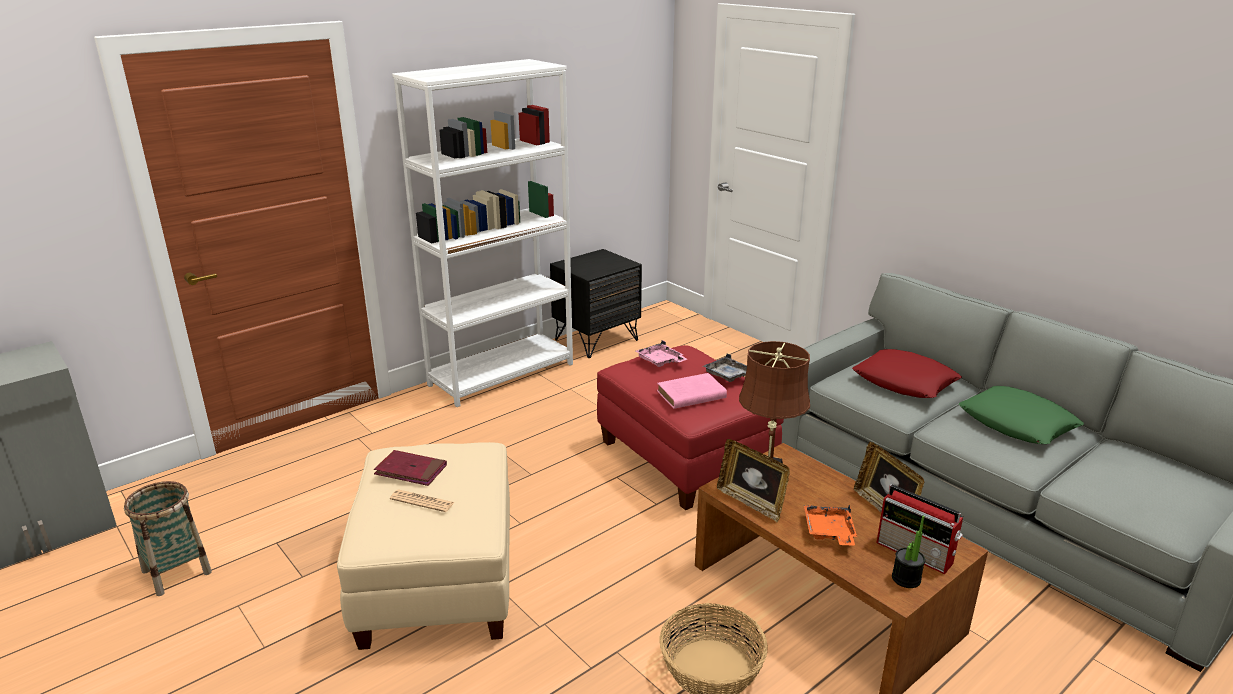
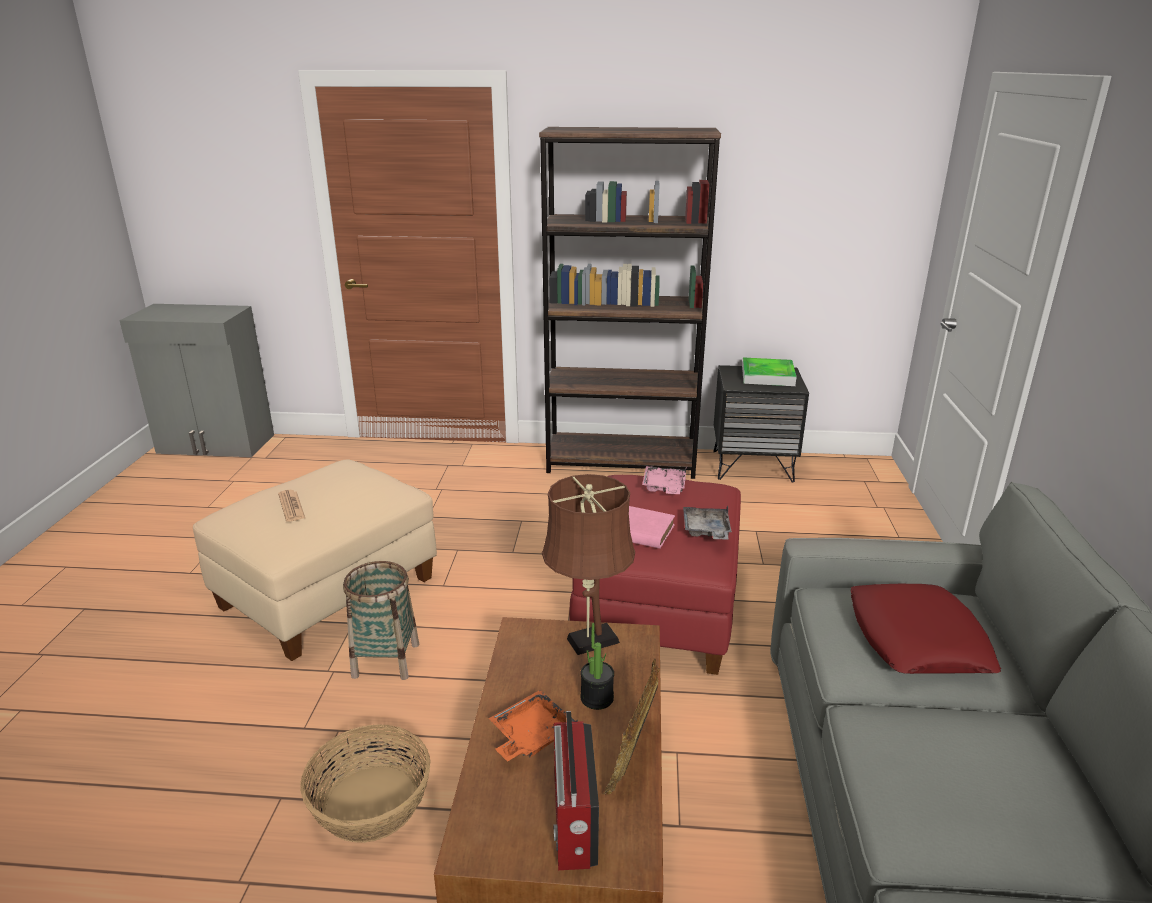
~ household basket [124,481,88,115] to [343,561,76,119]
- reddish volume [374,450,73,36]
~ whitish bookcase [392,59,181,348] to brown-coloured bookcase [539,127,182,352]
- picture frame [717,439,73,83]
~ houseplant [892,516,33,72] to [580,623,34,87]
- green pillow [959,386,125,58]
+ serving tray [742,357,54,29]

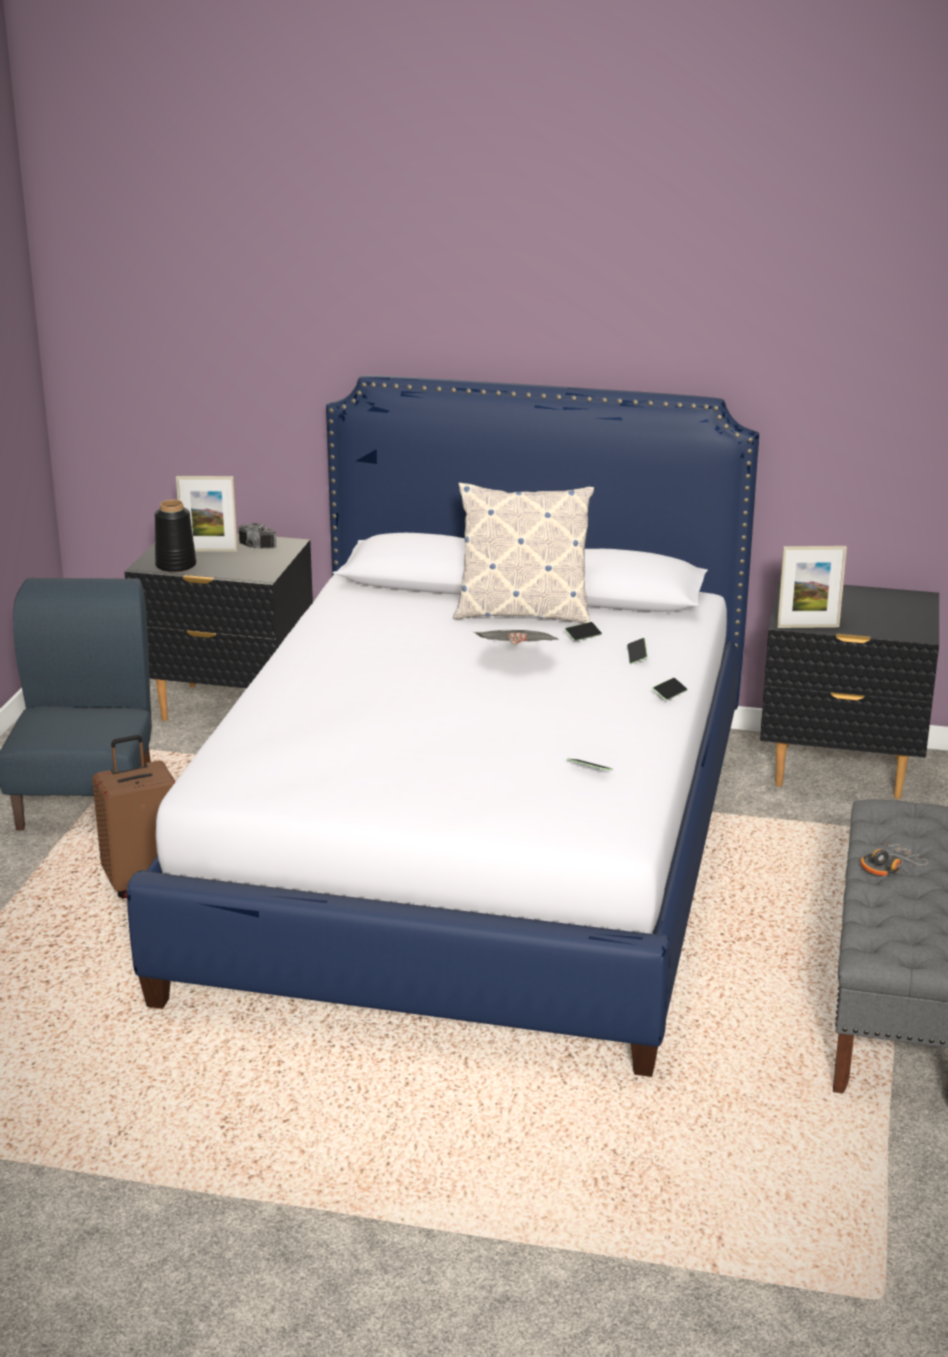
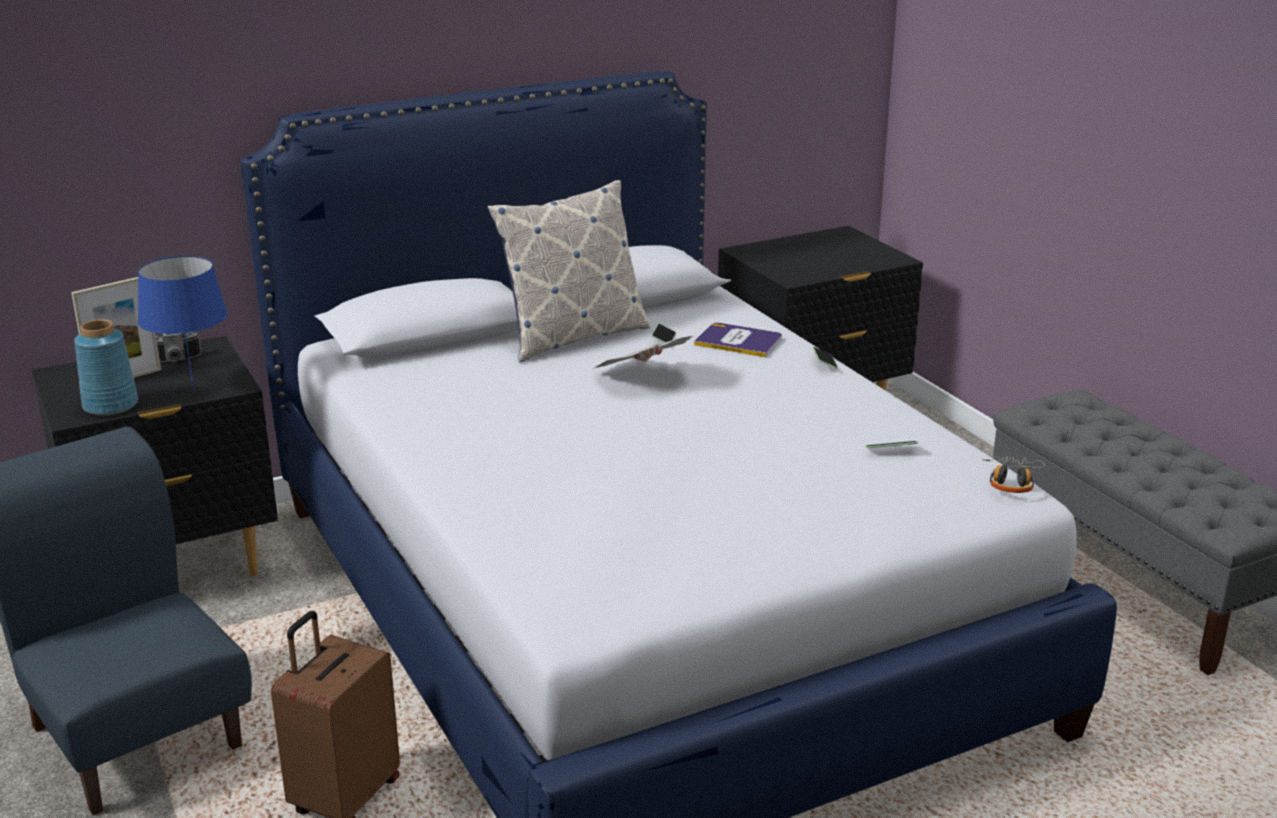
~ black flower vase [155,500,41,72] to blue-coloured flower vase [74,319,64,97]
~ handset [627,638,21,26] to volume [694,323,88,34]
- picture frame [777,546,70,82]
~ headphones [861,843,67,33] to [982,456,63,37]
+ blue-coloured table lamp [138,256,90,133]

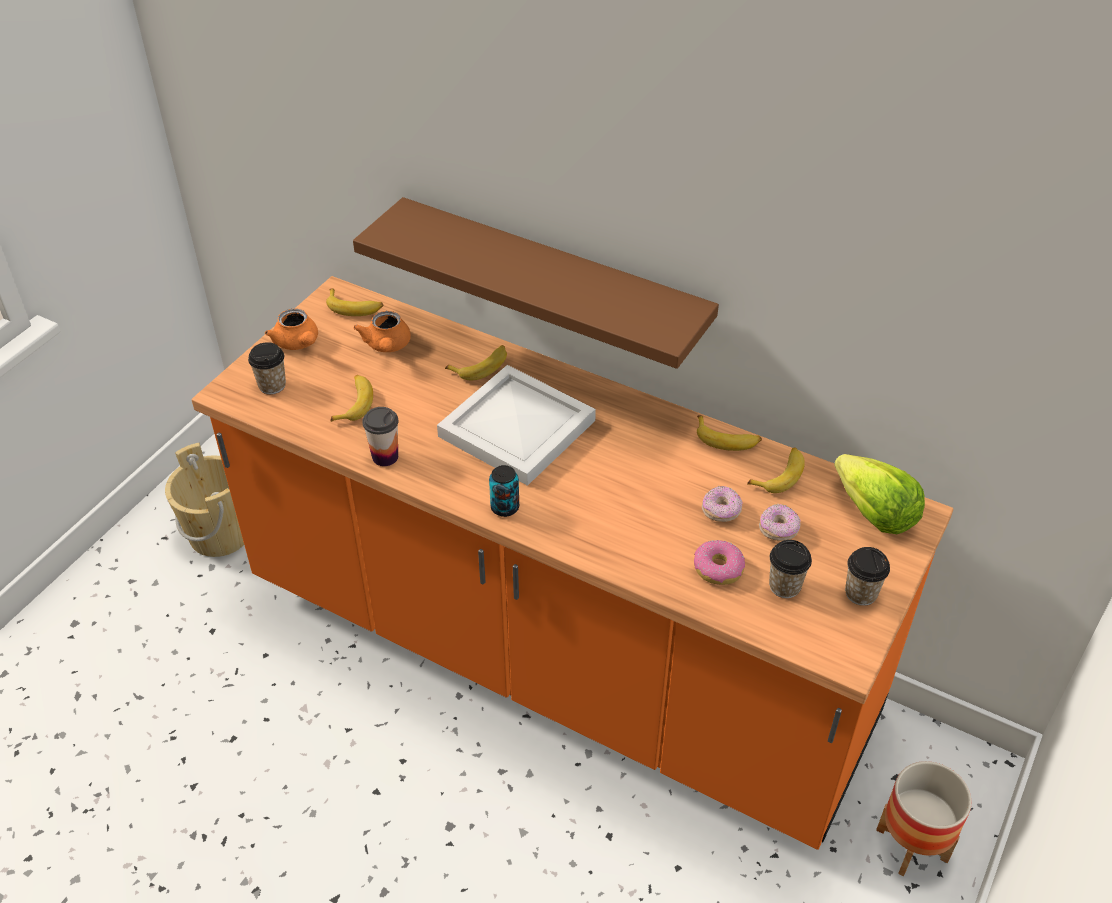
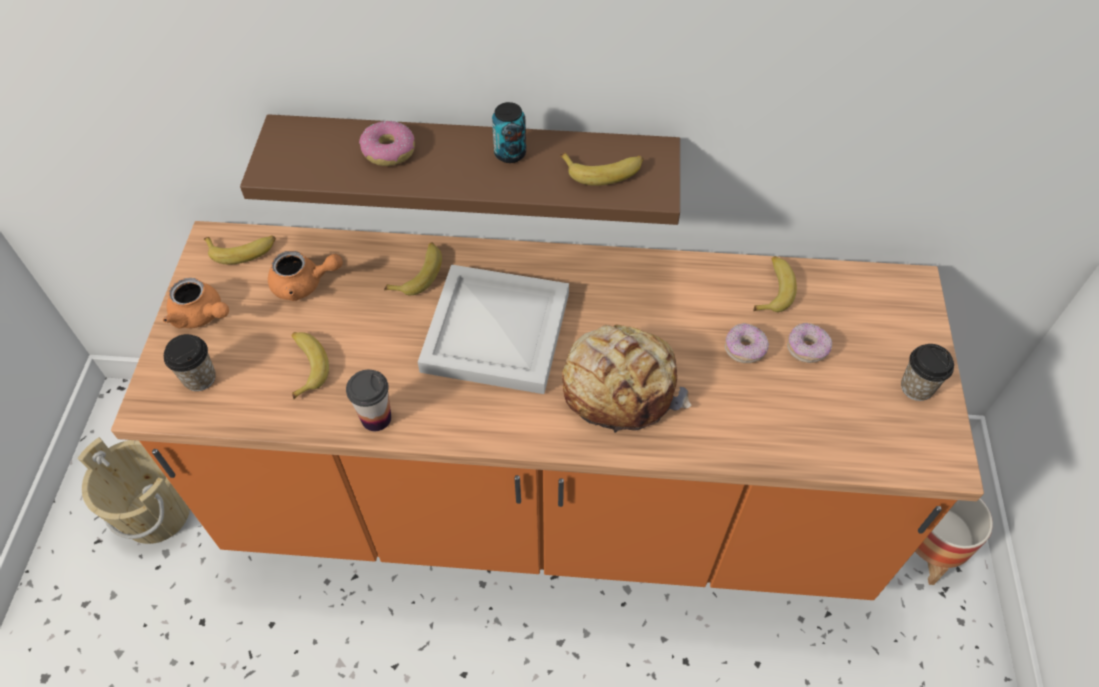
~ orangey teapot [353,311,58,41] = [268,251,75,50] 60 degrees counterclockwise
~ sealed can [489,465,30,52] to [492,102,34,61]
~ ring doughnut [694,540,51,45] to [359,121,56,45]
~ banana [697,415,65,36] to [560,153,84,33]
- small cup [769,540,43,58]
- head of lettuce [834,454,91,80]
+ bakery bread [562,324,129,109]

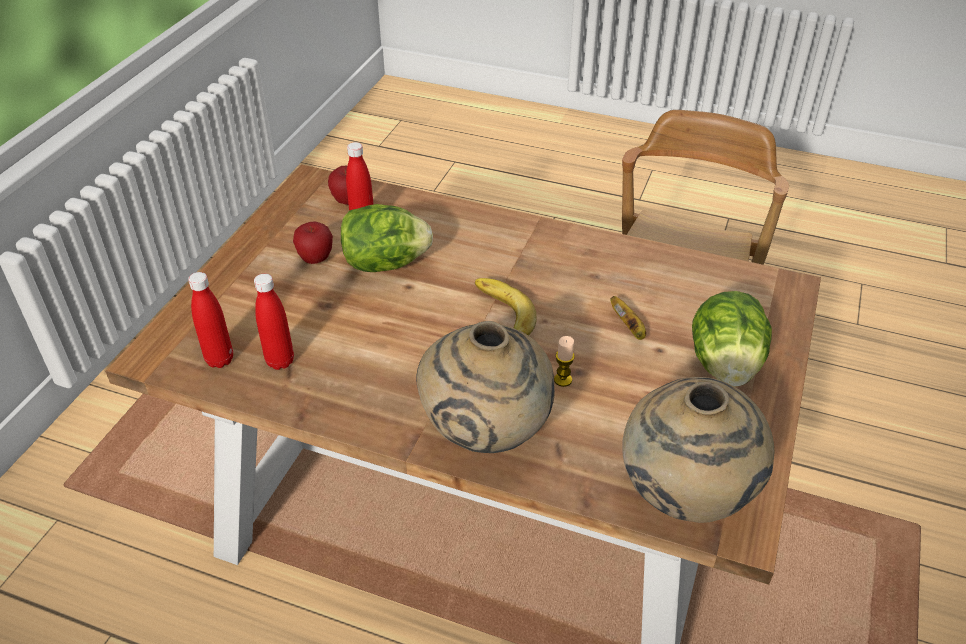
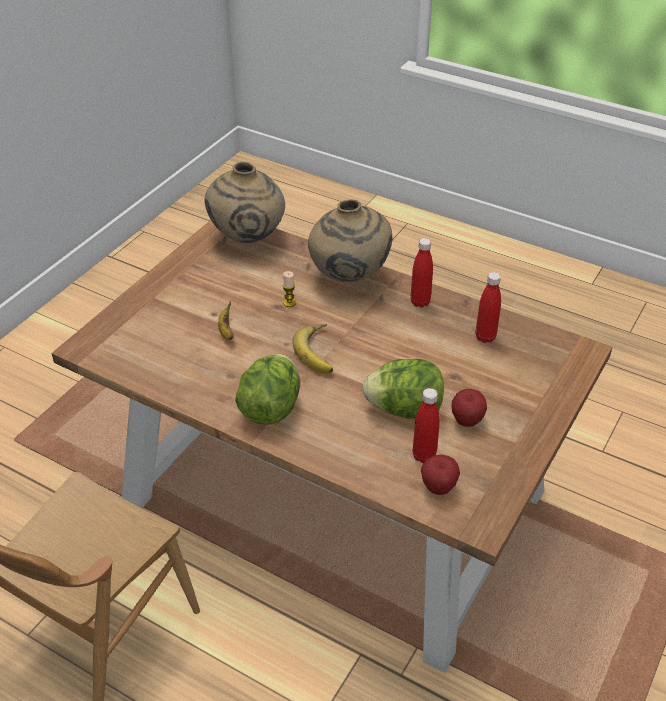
~ reddish bottle [188,272,45,96] to [411,238,22,70]
~ head of lettuce [692,291,80,96] to [235,354,65,71]

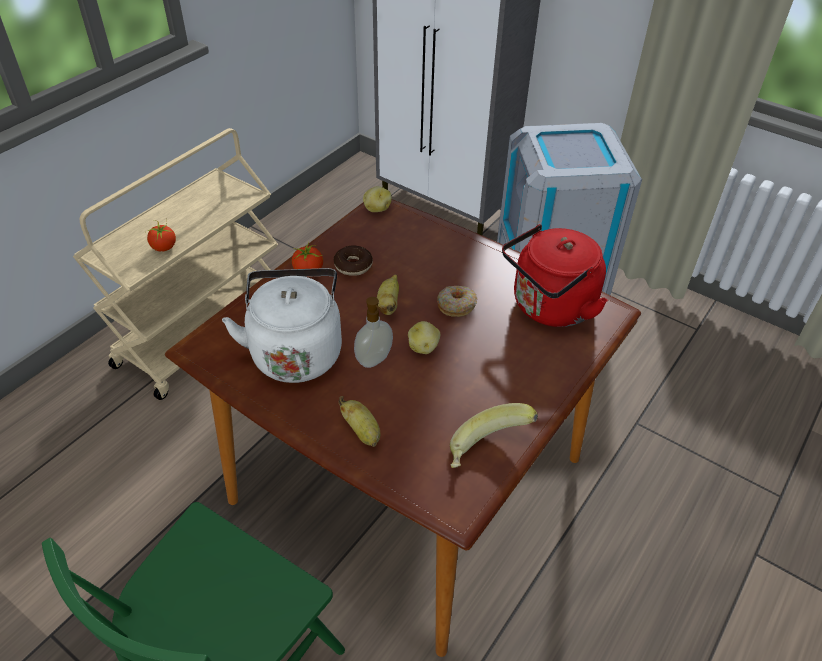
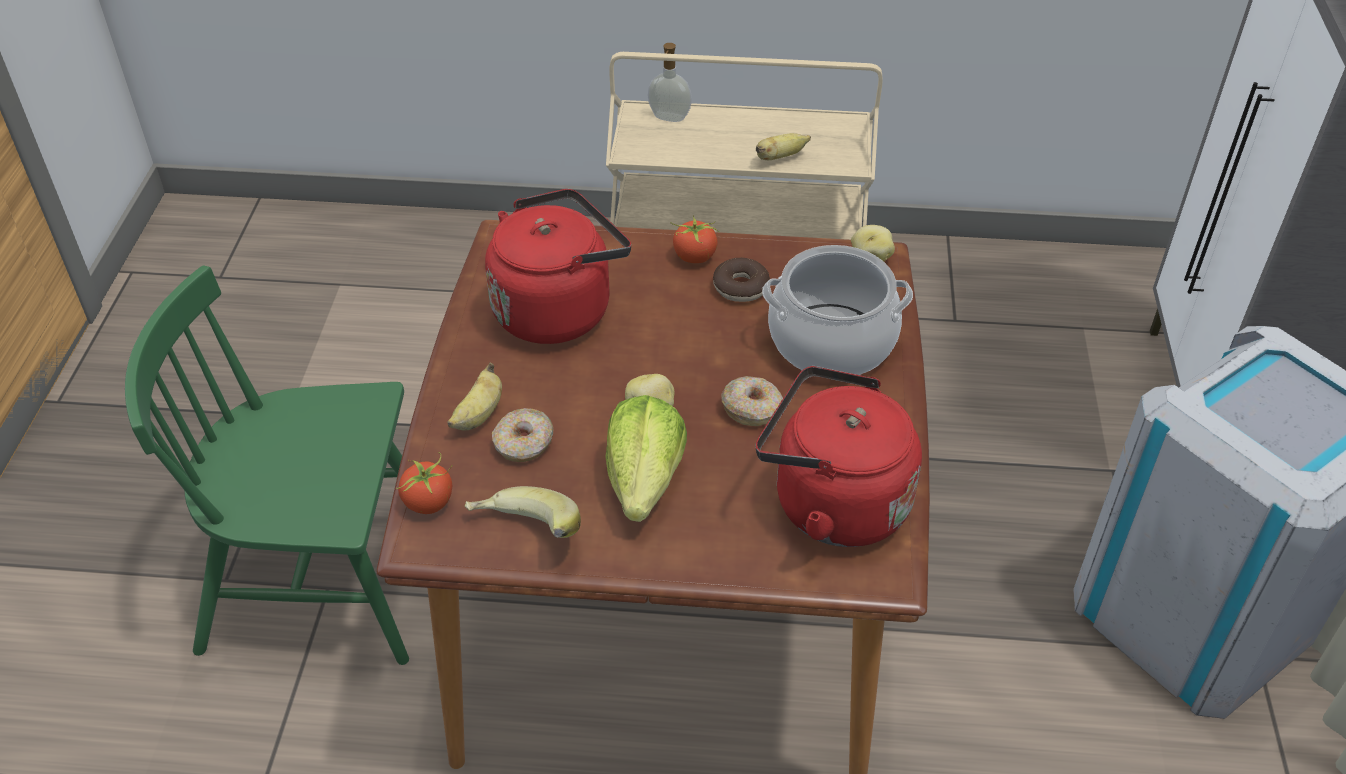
~ tomato [146,219,30,32] to [396,452,57,62]
~ whitish tea kettle [222,268,120,115] to reddish tea kettle [485,189,146,155]
~ soap bottle [354,297,39,71] to [648,43,44,79]
~ banana [377,275,22,40] to [756,133,55,27]
+ ring doughnut [492,408,62,54]
+ head of lettuce [605,395,82,127]
+ saucepot [762,245,151,130]

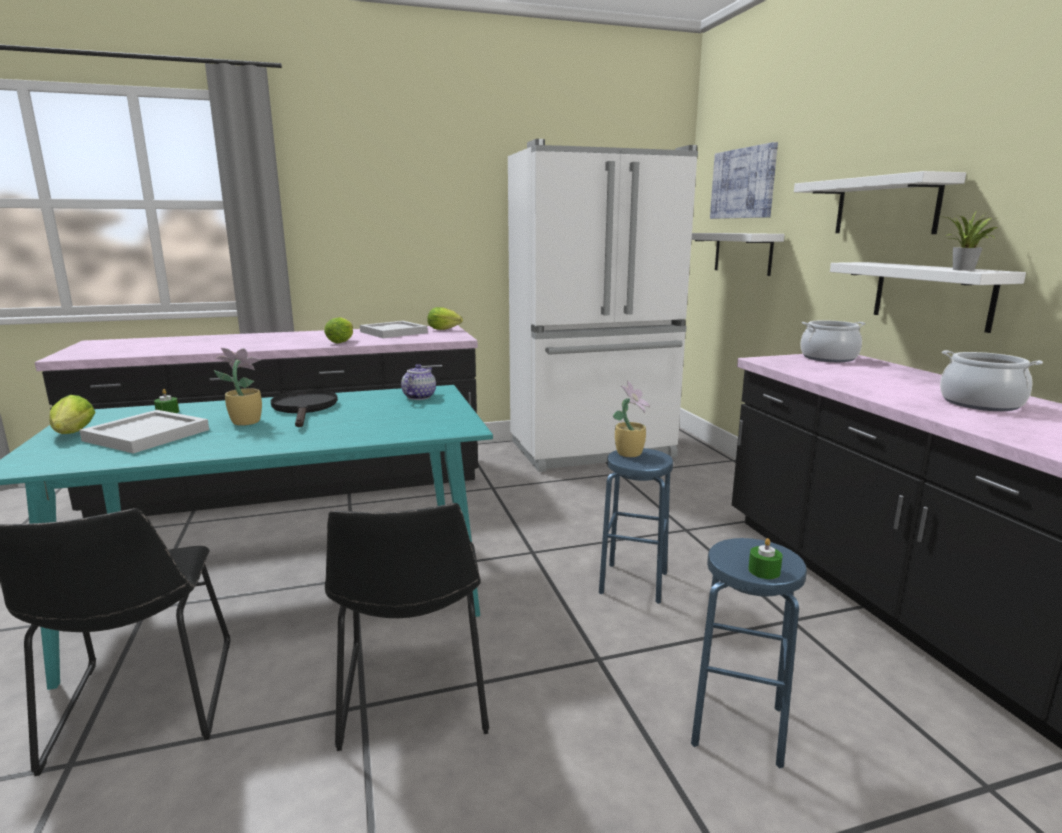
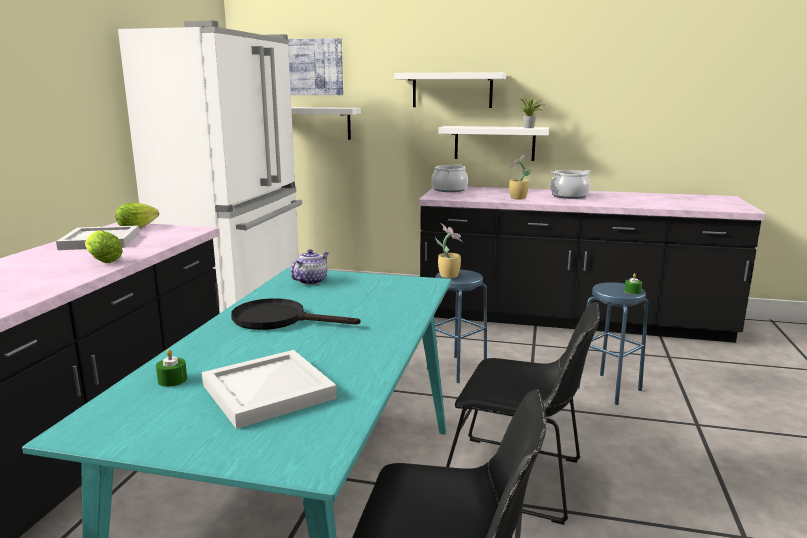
- head of lettuce [50,395,45,39]
~ houseplant [214,348,48,78] to [508,153,23,47]
~ teapot [401,364,35,36] = [290,249,38,36] 75 degrees clockwise

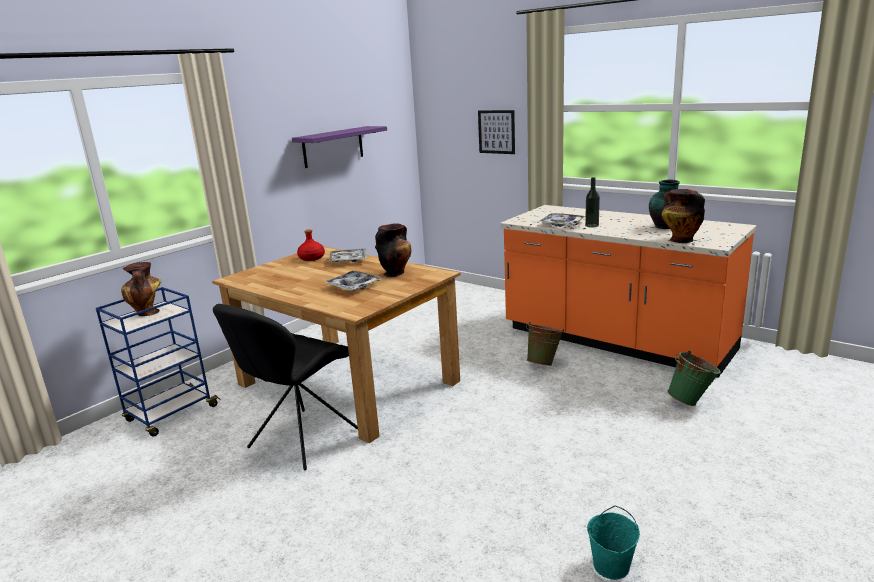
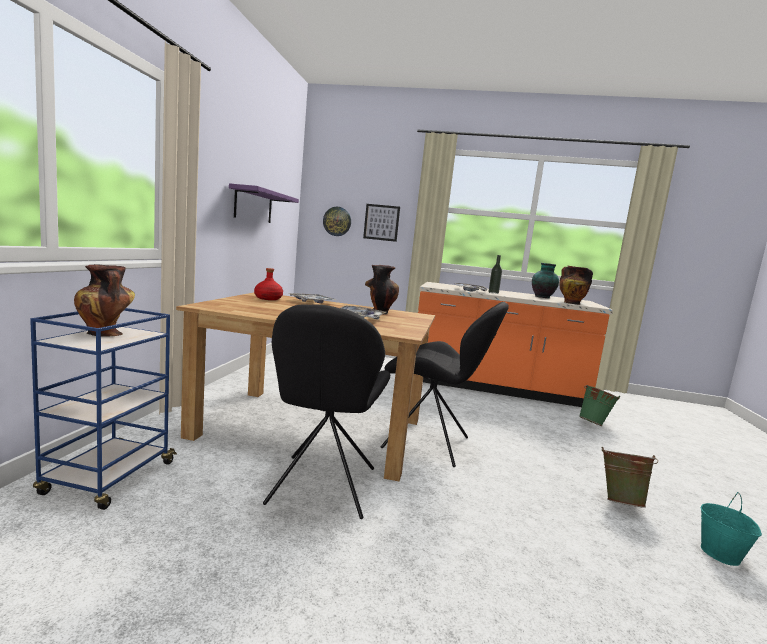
~ green pail [526,322,38,44] to [602,447,56,61]
+ clock on the wall [323,207,28,29]
+ black chair [381,302,128,165]

